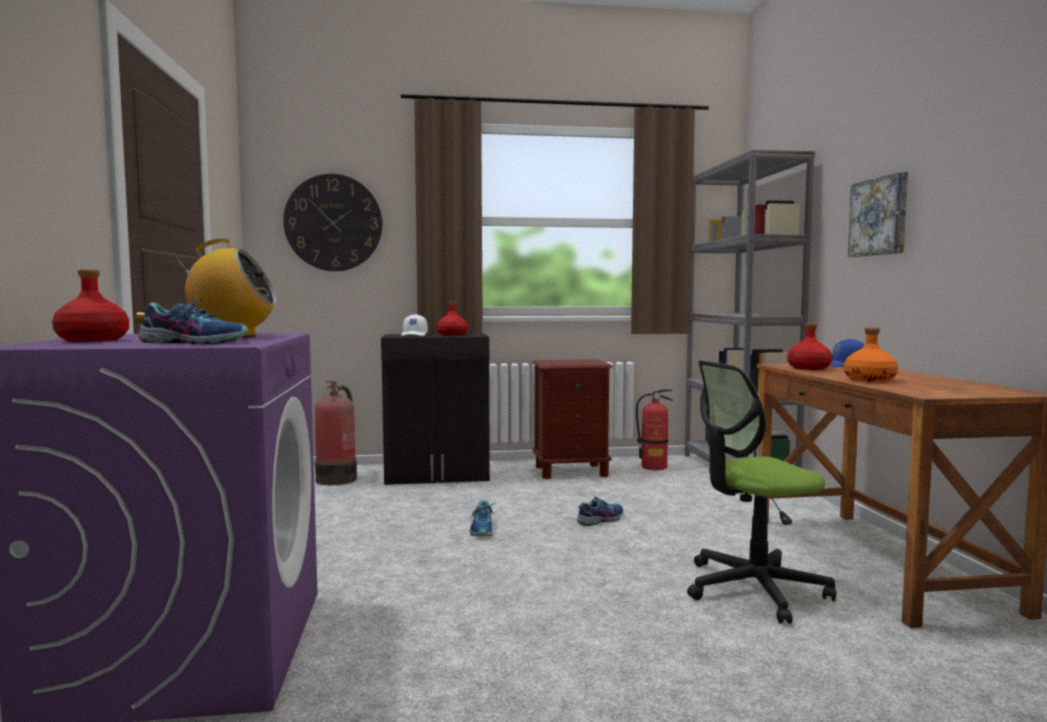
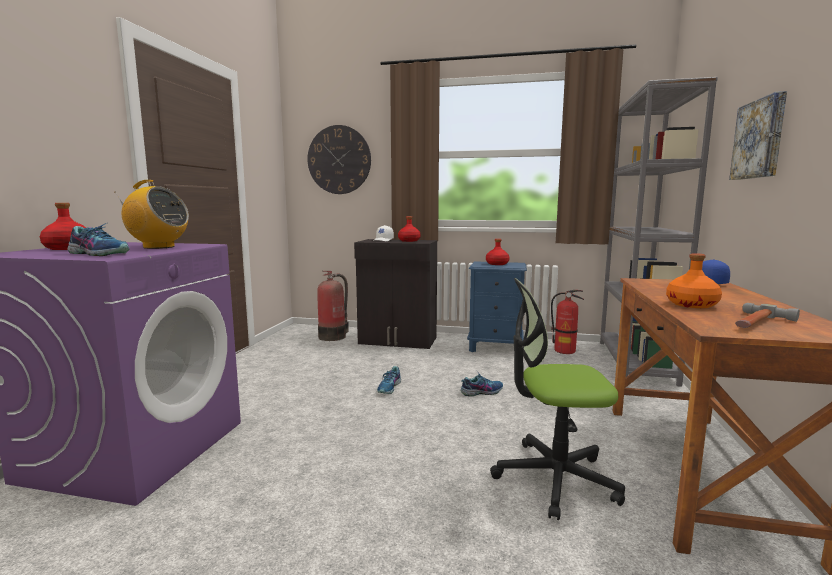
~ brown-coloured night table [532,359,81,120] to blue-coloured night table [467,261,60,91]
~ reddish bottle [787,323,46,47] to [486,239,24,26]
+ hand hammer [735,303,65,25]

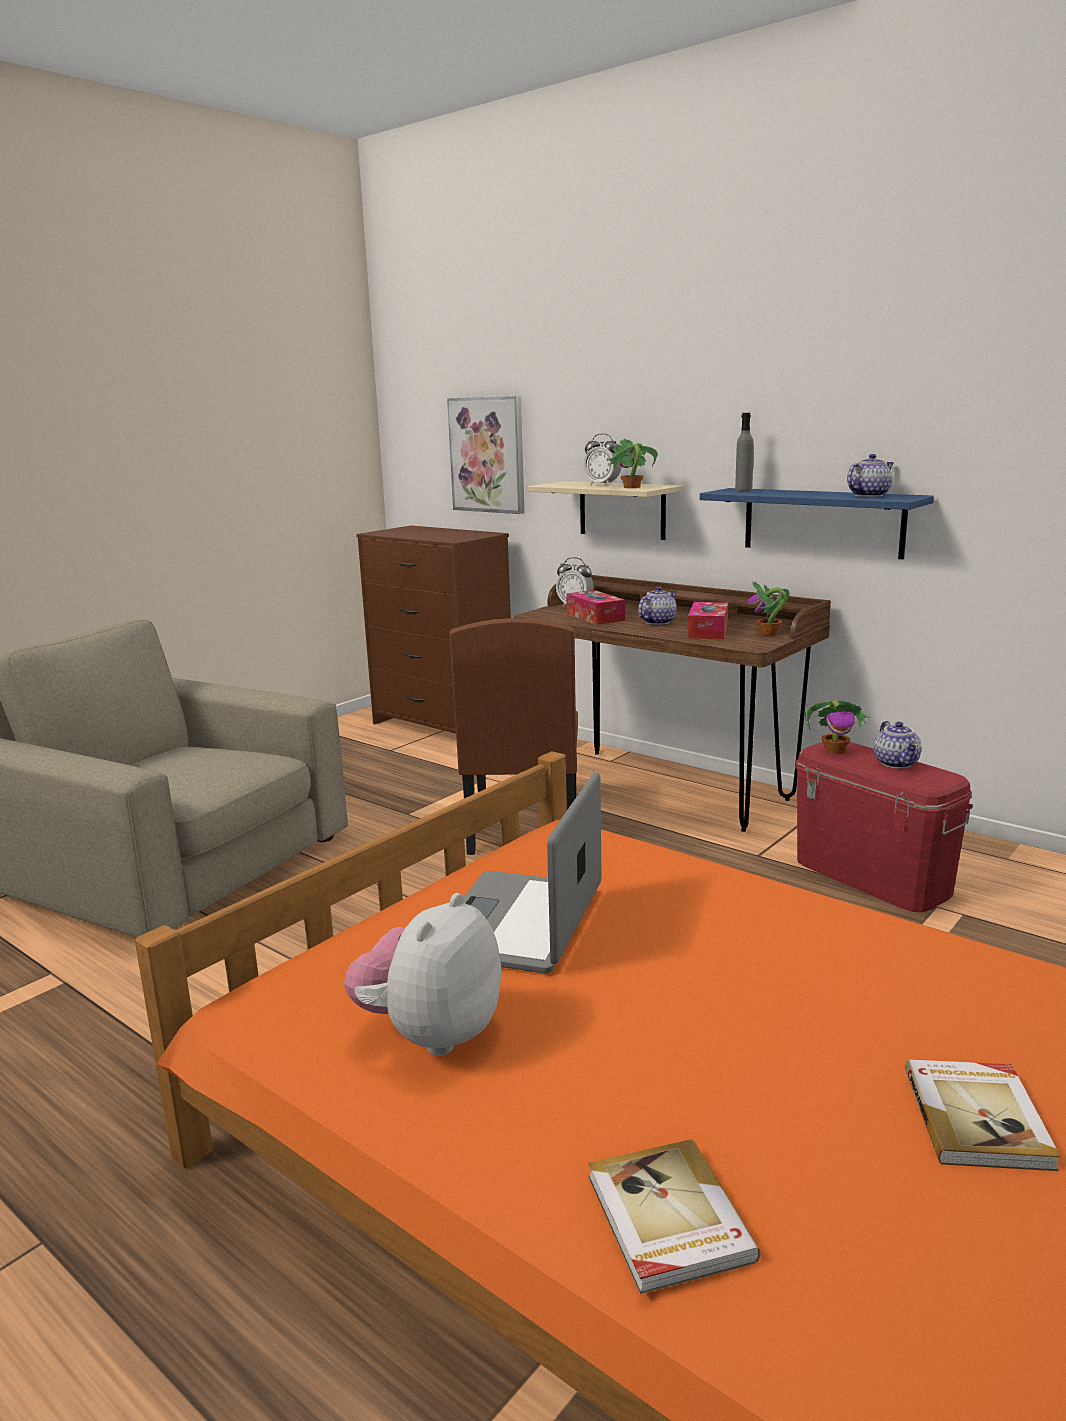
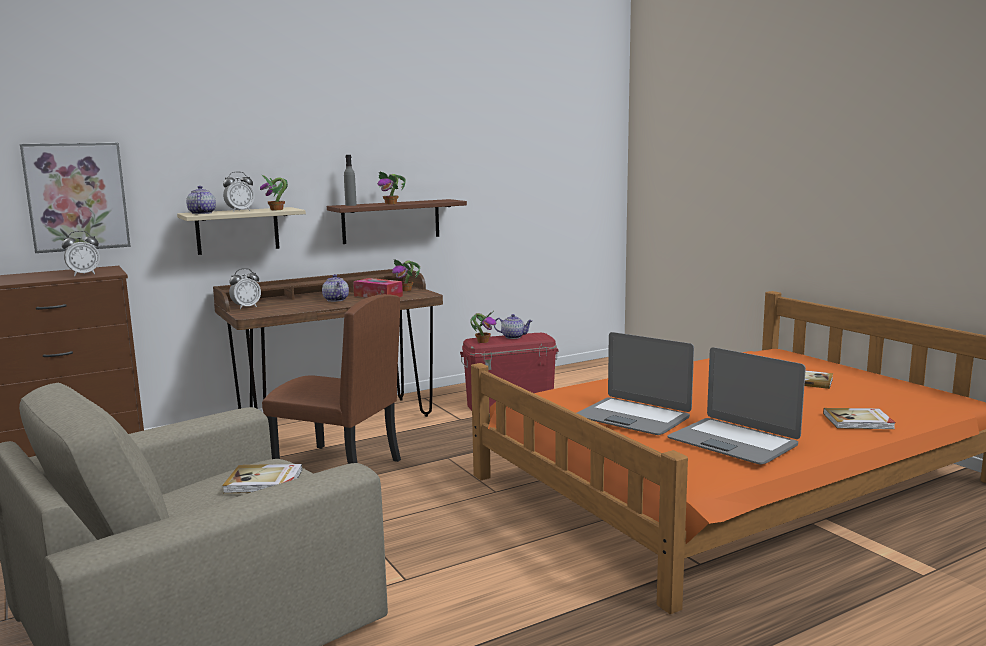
~ cuddly toy [344,893,158,163] to laptop [668,347,138,118]
- box of tissues [566,590,59,35]
~ blue-coloured shelf [700,488,234,71] to brown-coloured shelf [327,199,140,45]
~ teapot [847,454,47,43] to [186,186,30,28]
+ bedside clock [62,231,38,45]
+ volume [222,464,80,29]
+ houseplant [377,171,29,33]

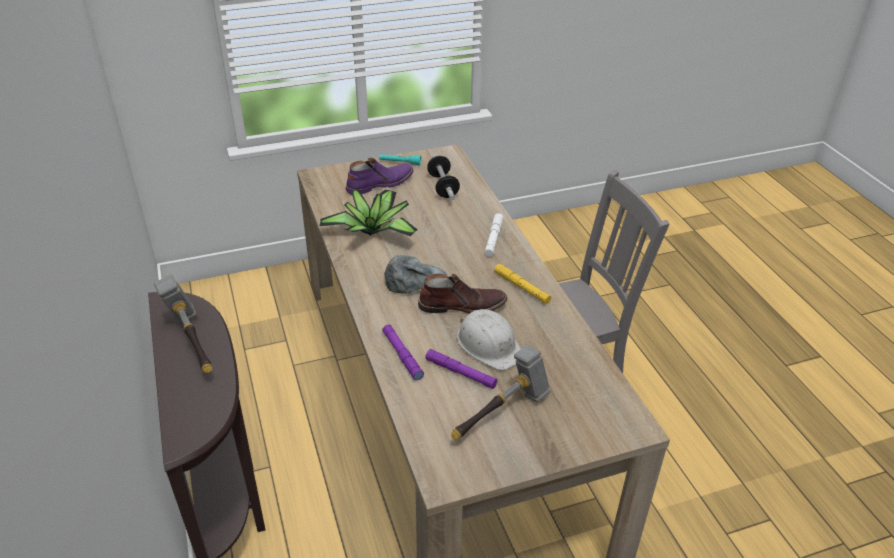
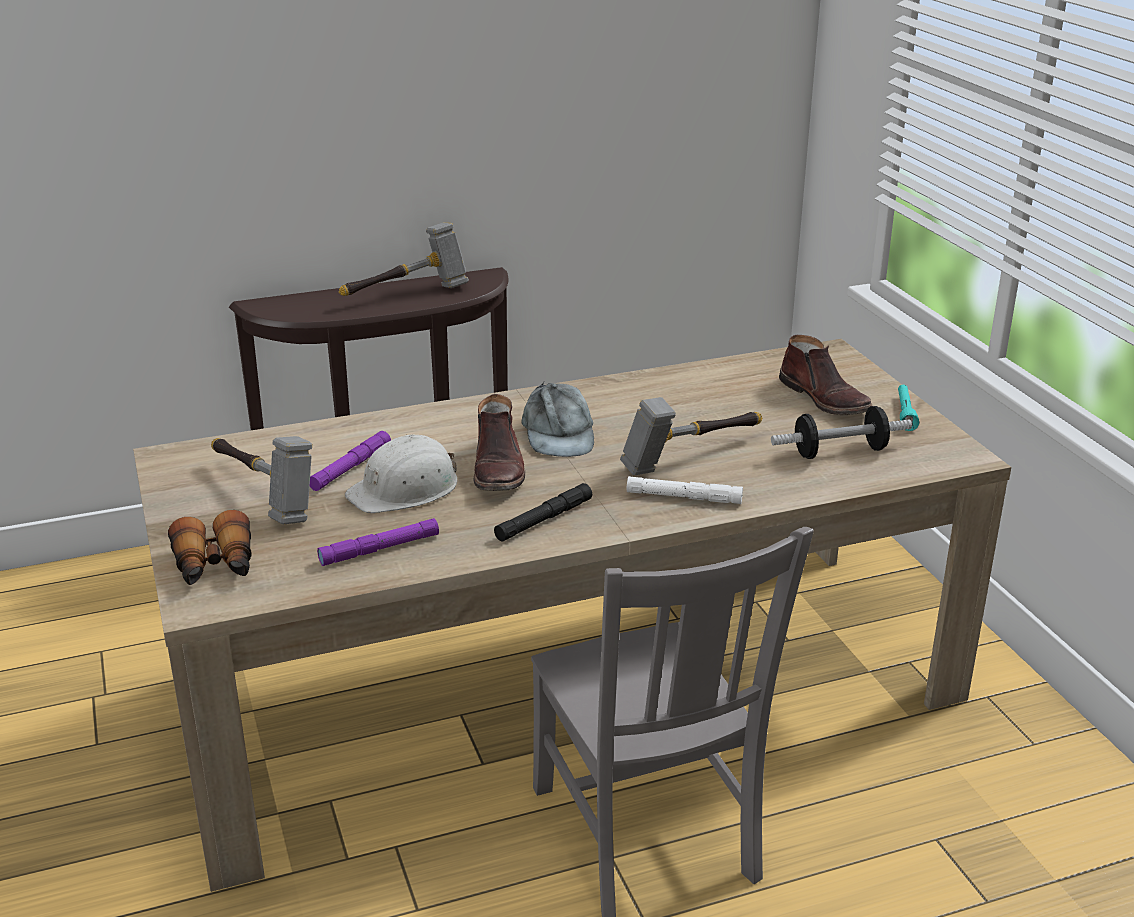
- houseplant [320,189,98,47]
~ purple-coloured boot [345,158,69,37] to brown-coloured boot [779,335,94,80]
~ purple-coloured torch [382,324,42,56] to [317,518,122,48]
~ yellow-coloured torch [494,264,57,40] to black torch [494,483,98,59]
+ field glasses [168,510,84,75]
+ hand hammer [620,397,142,79]

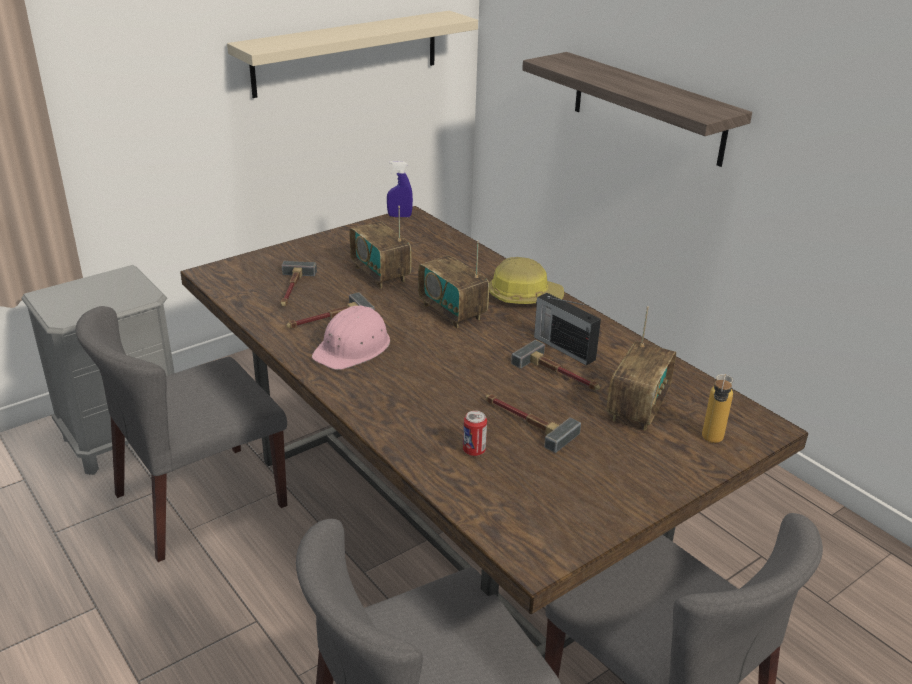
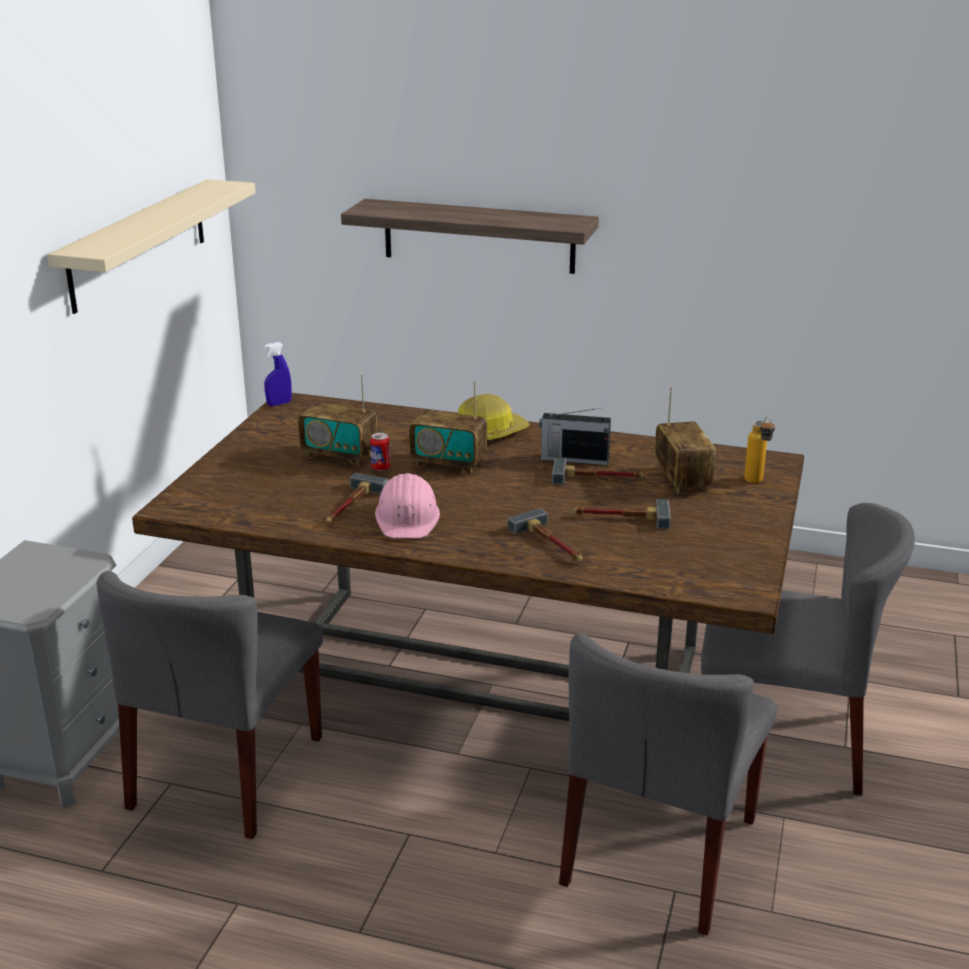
~ hand hammer [280,261,37,45] to [508,508,75,54]
~ sealed can [463,411,24,45] to [370,433,20,38]

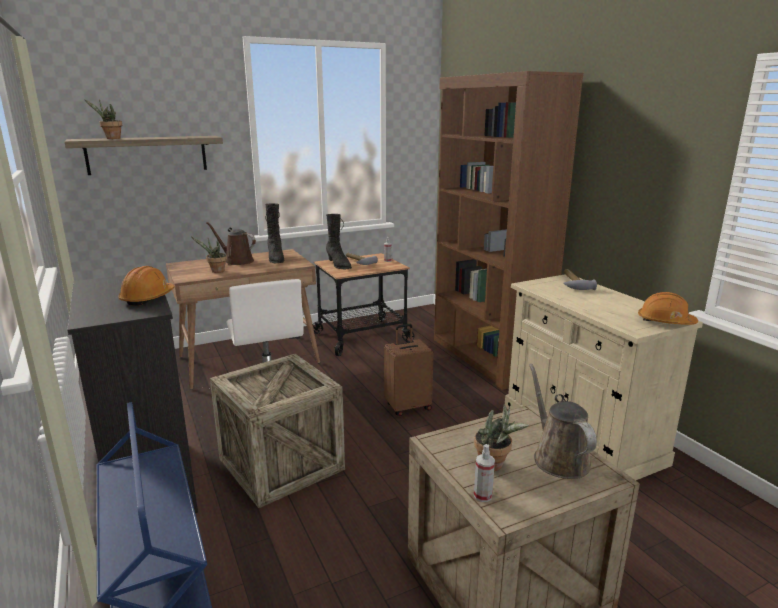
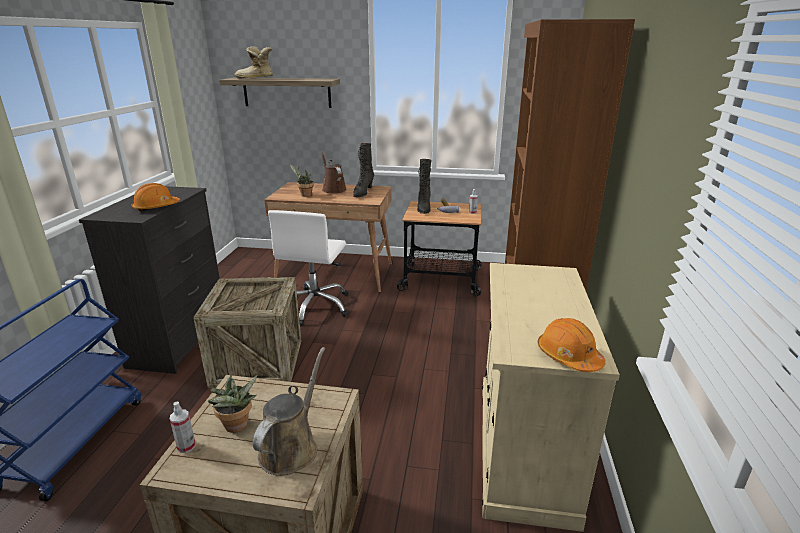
~ houseplant [84,99,38,40] to boot [235,46,38,33]
- brown-coloured travel case [384,324,49,92]
- hand hammer [563,269,34,21]

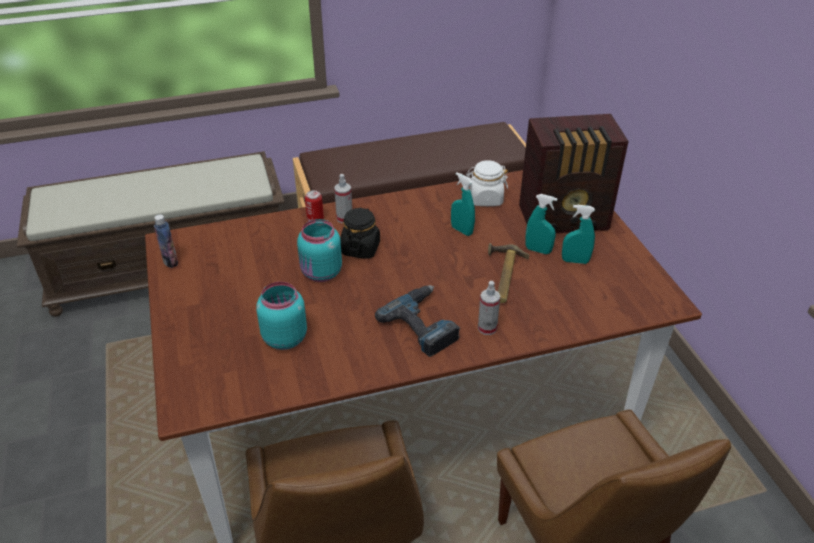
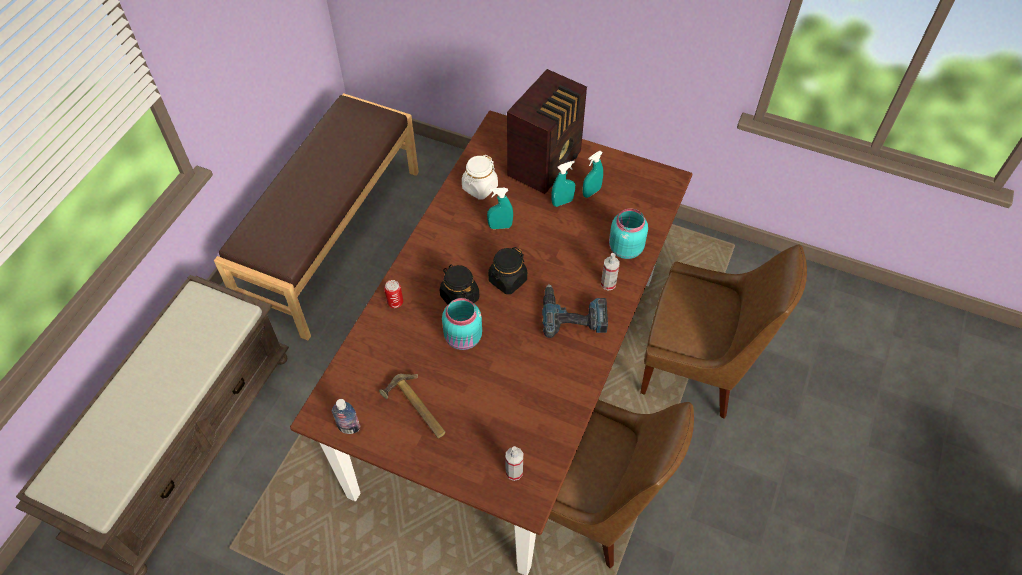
~ turquoise-coloured jar [256,282,51,68] to [609,209,39,50]
~ spray bottle [334,174,18,49] to [505,446,18,35]
~ hand hammer [488,243,41,60] to [379,374,67,64]
+ black jar [488,247,39,47]

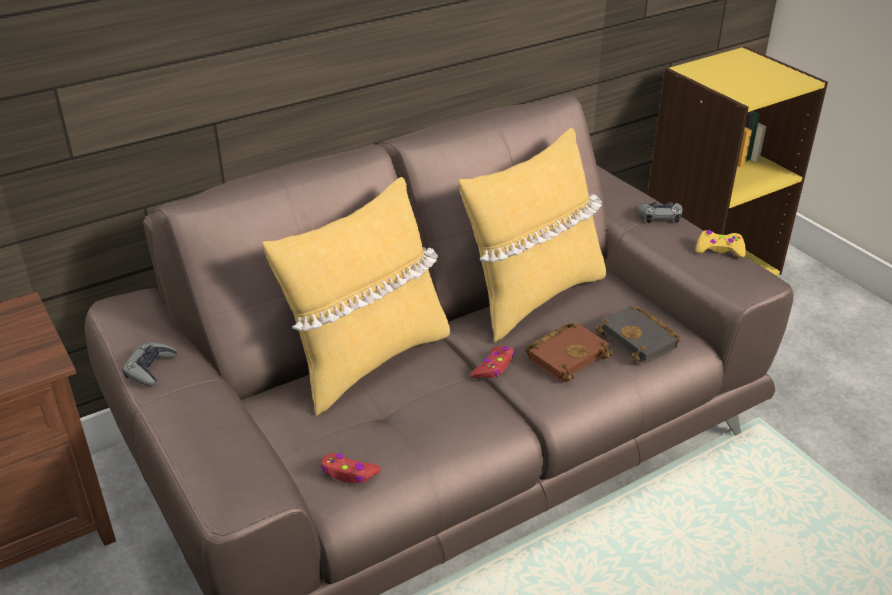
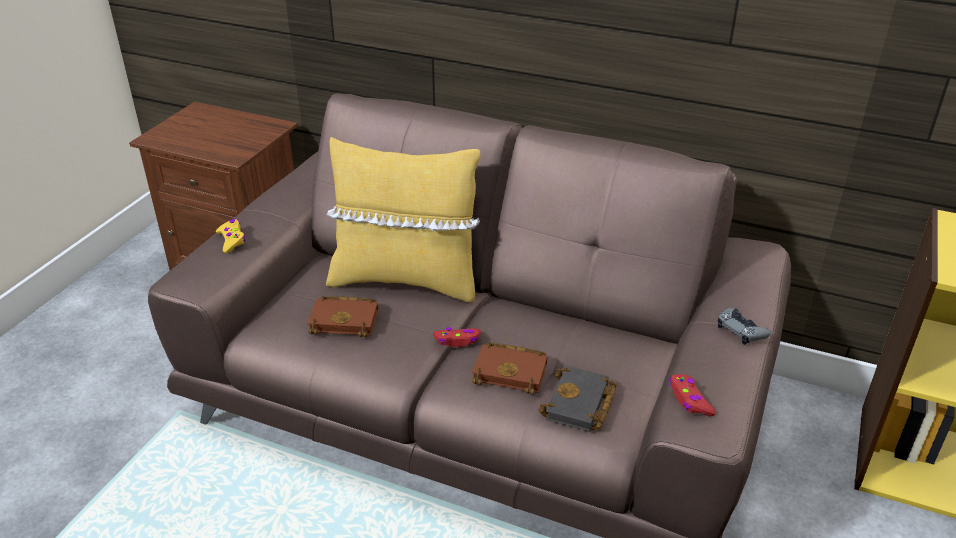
- greyish game controller [122,342,55,44]
~ reddish game controller [320,453,61,30] to [670,374,46,42]
- yellow-coloured pillow [458,128,148,214]
~ yellow-coloured game controller [696,230,50,28] to [216,219,29,34]
+ brown-coloured volume [307,296,71,41]

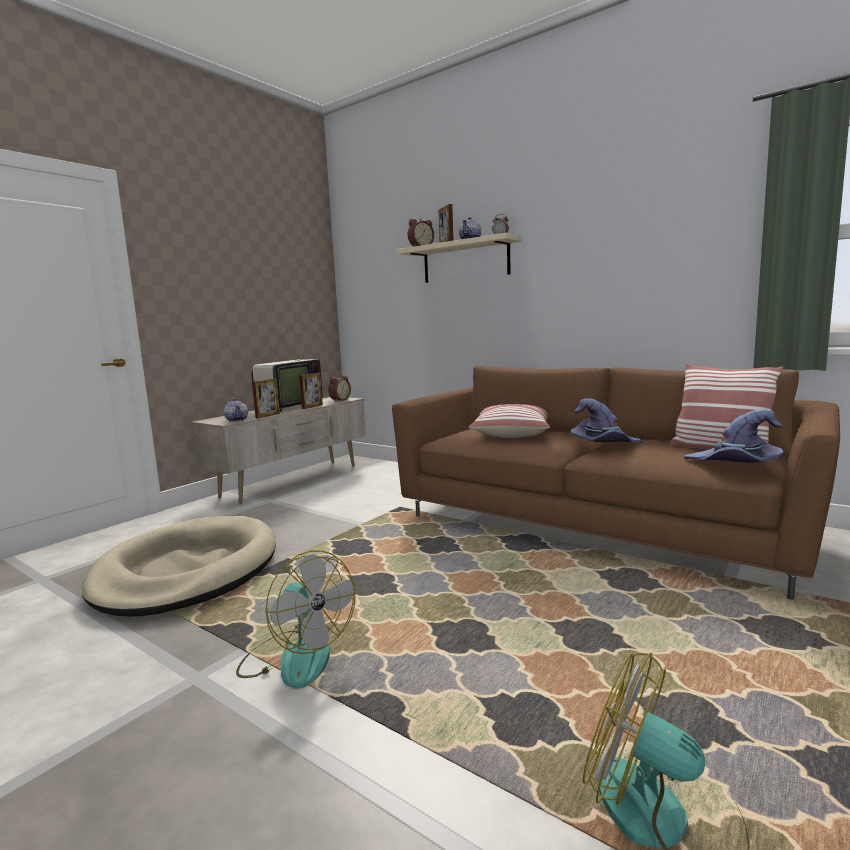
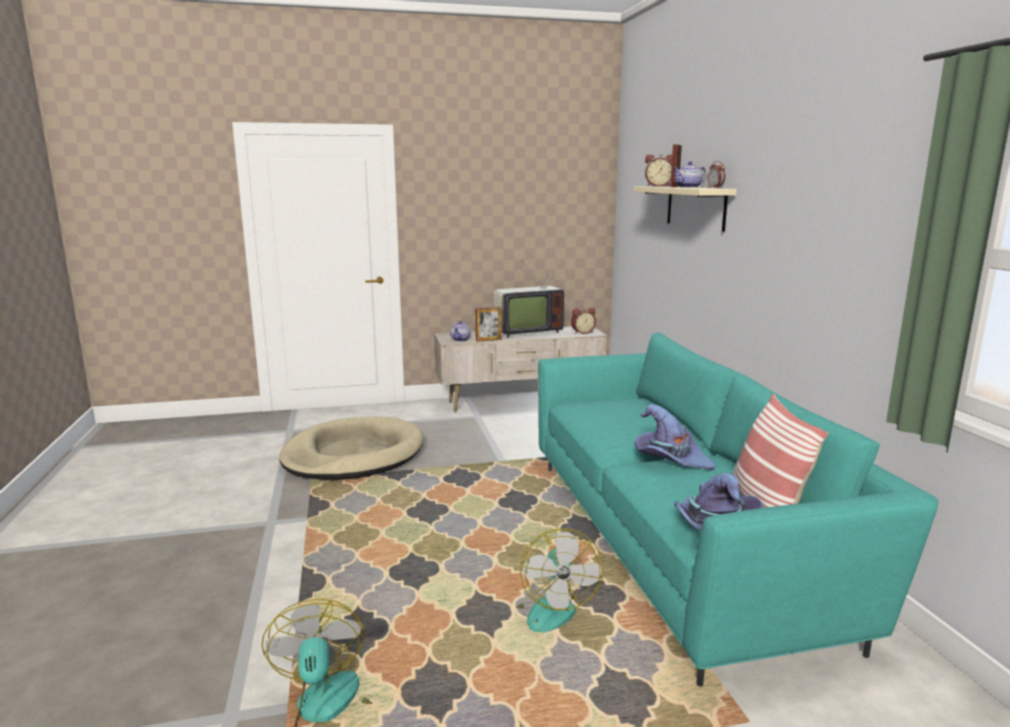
~ fan [236,550,120,139] to [516,528,88,104]
- picture frame [299,373,24,36]
~ brown-coloured sofa [392,366,448,234] to turquoise-coloured sofa [538,332,400,355]
- pillow [469,404,81,34]

